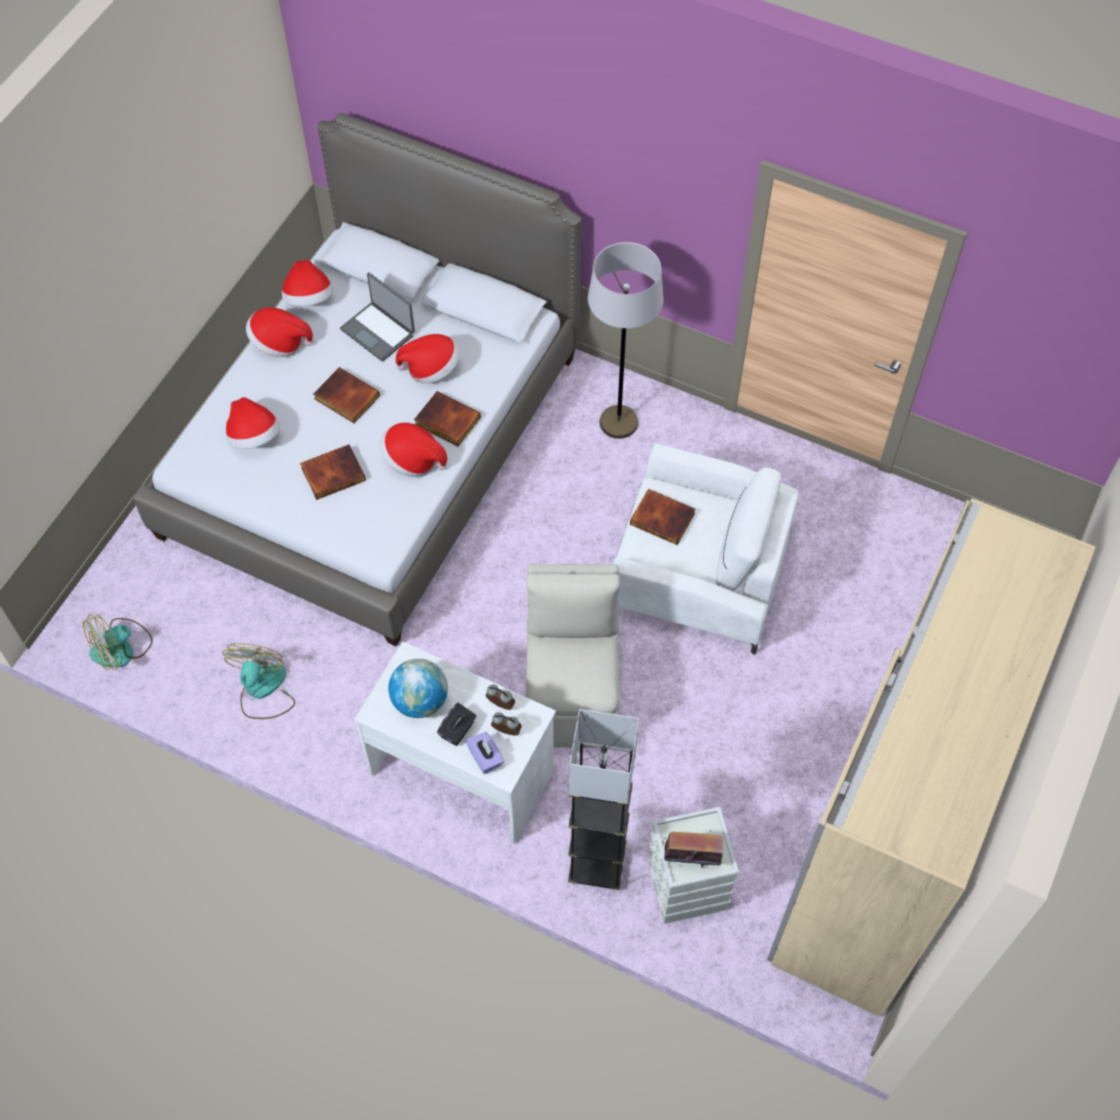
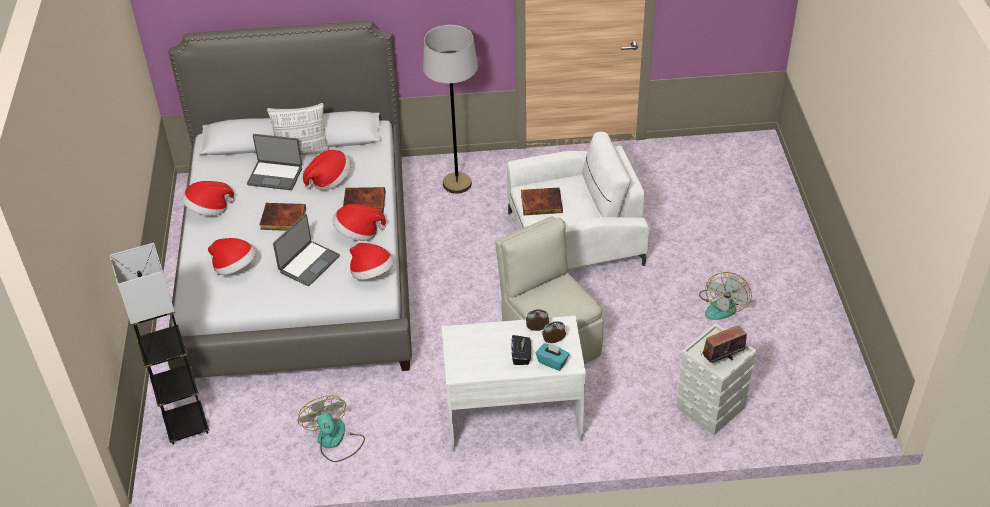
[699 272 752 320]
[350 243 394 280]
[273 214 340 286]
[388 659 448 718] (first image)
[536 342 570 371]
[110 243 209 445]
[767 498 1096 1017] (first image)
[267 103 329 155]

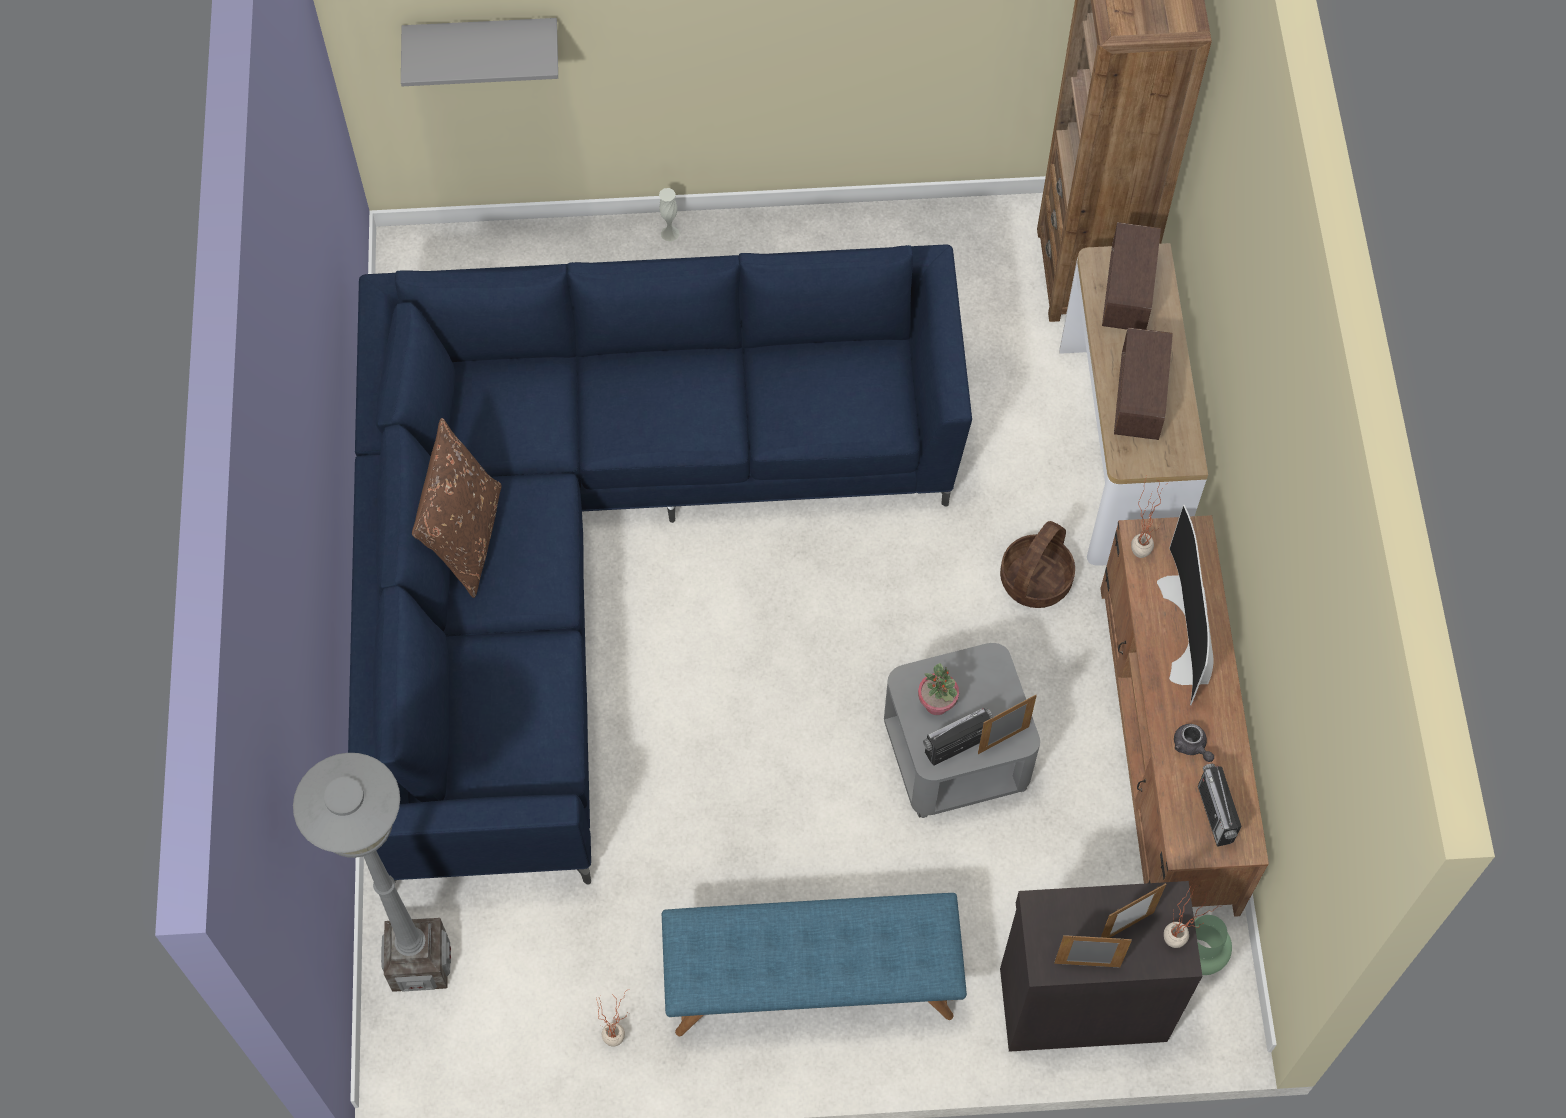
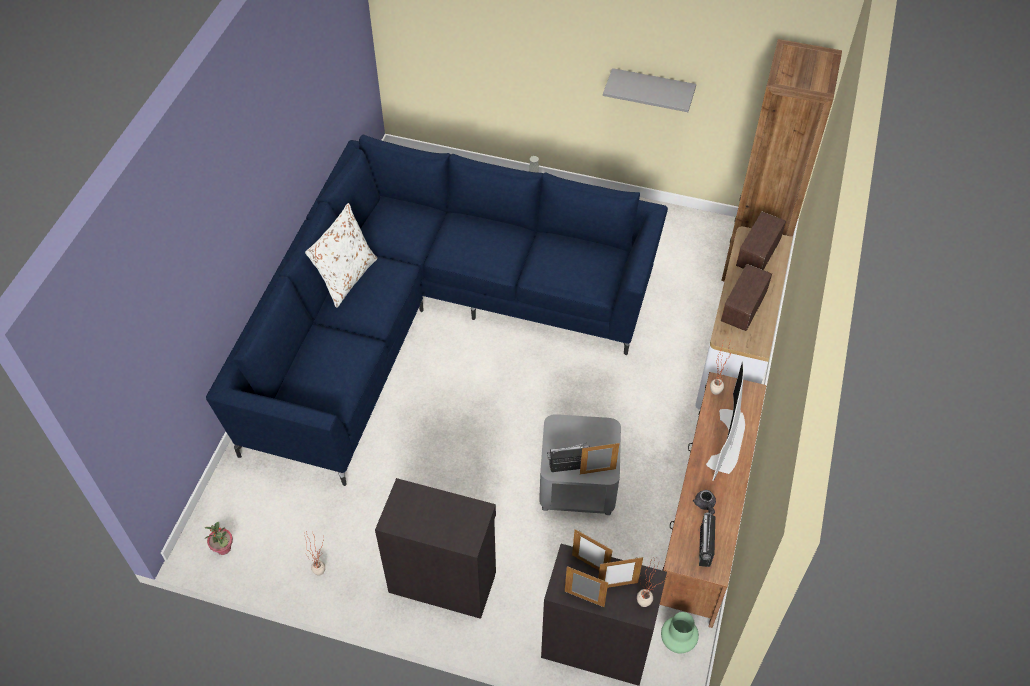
[293 753 451 992] (first image)
[603 68 696 112]
[305 203 377 308]
[375 478 496 619]
[205 522 233 555]
[1000 521 1075 608] (first image)
[572 529 613 570]

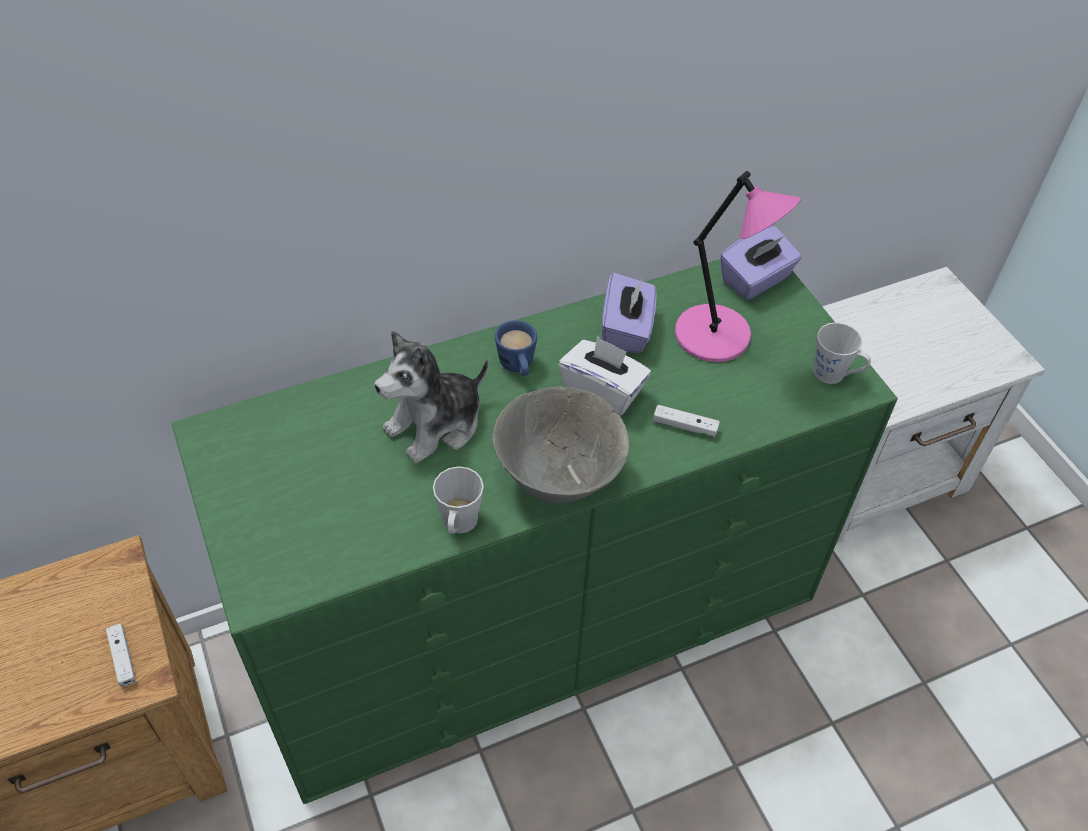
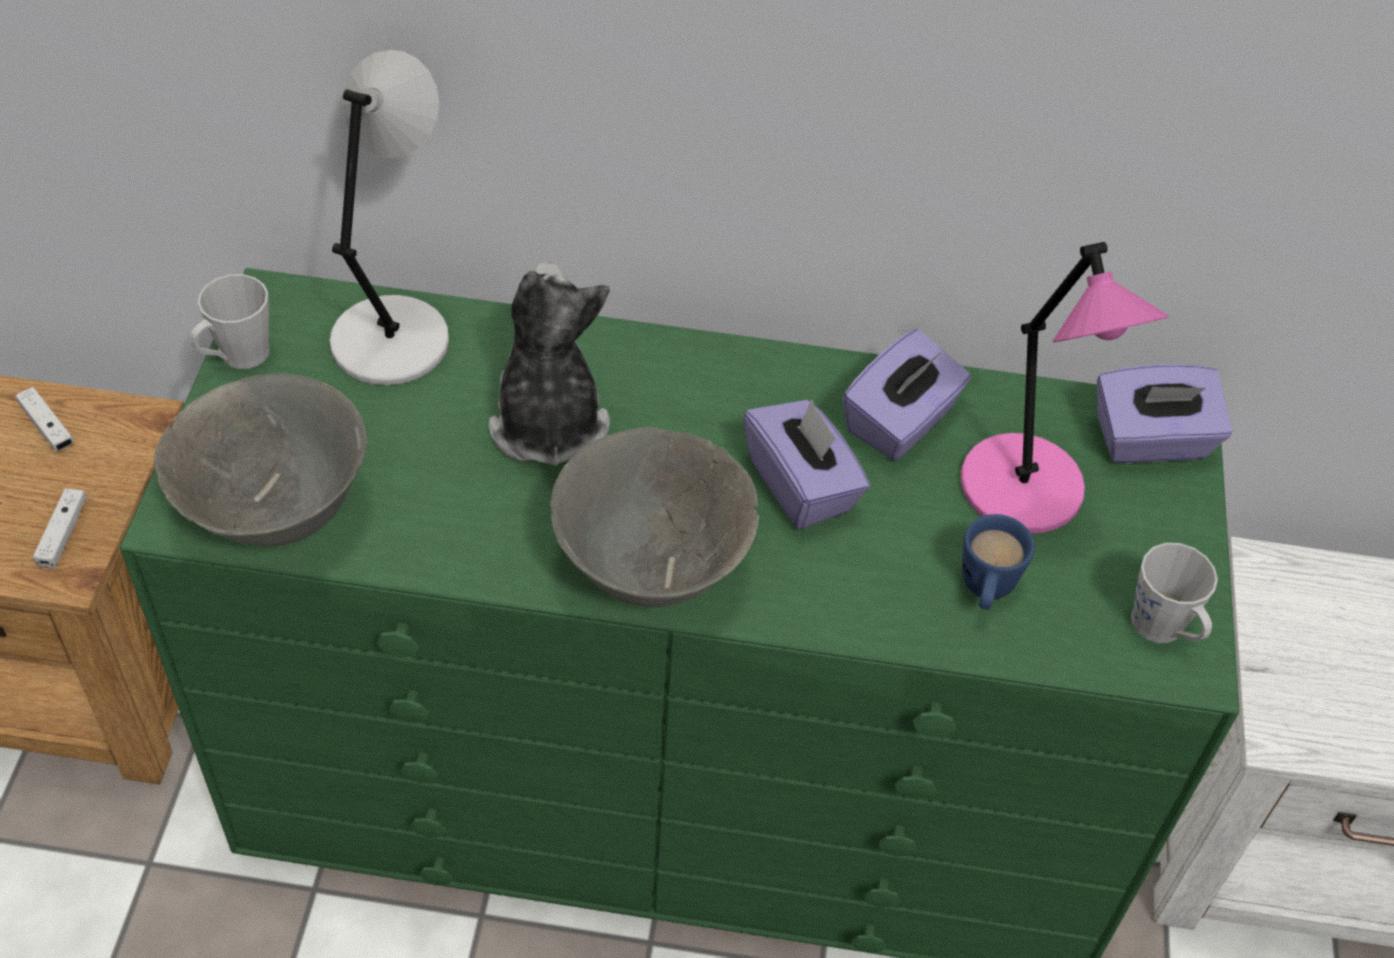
[488 262 610 466]
[190 274 270 369]
[962 514 1035 610]
[744 399 870 530]
[16 387 74 451]
[154 374 367 546]
[329 50 449 385]

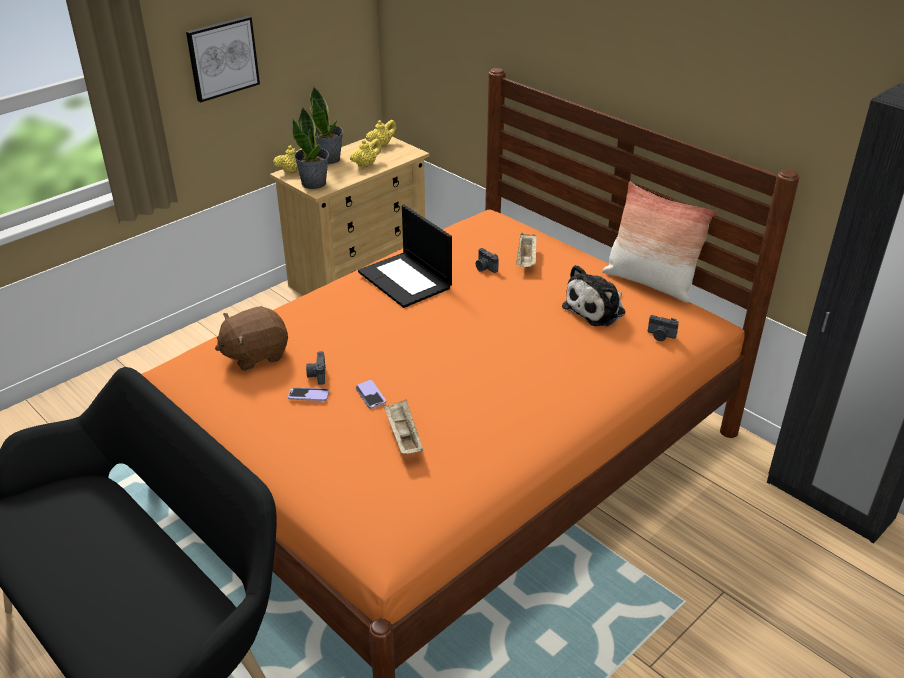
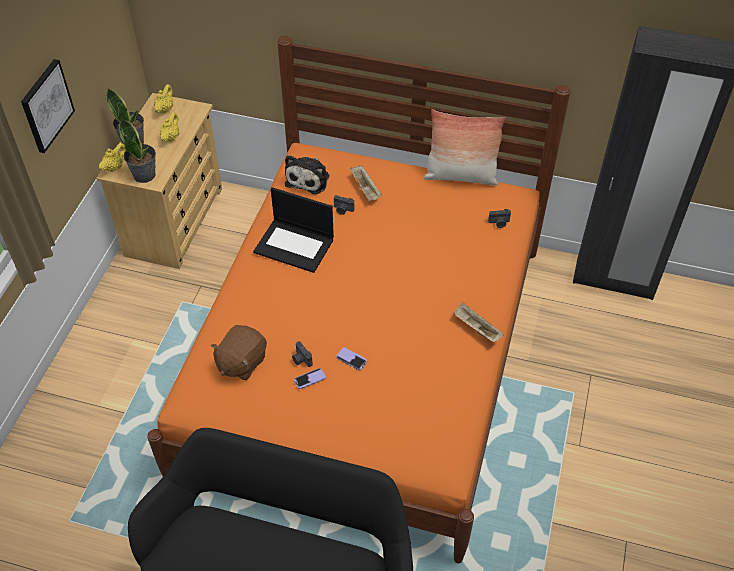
[453 303 504 342]
[285 155 330 194]

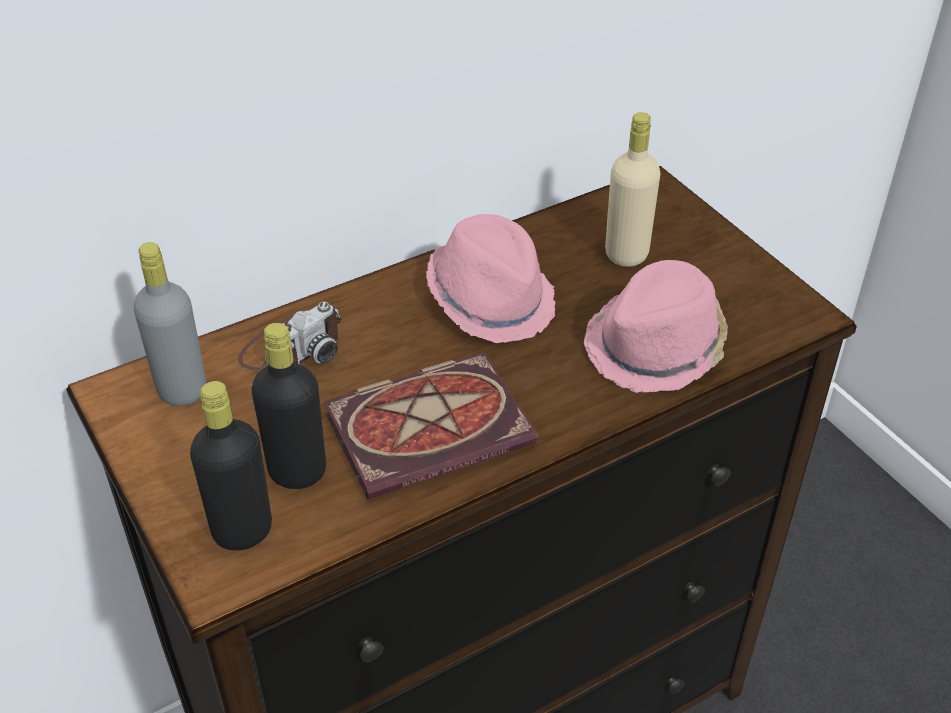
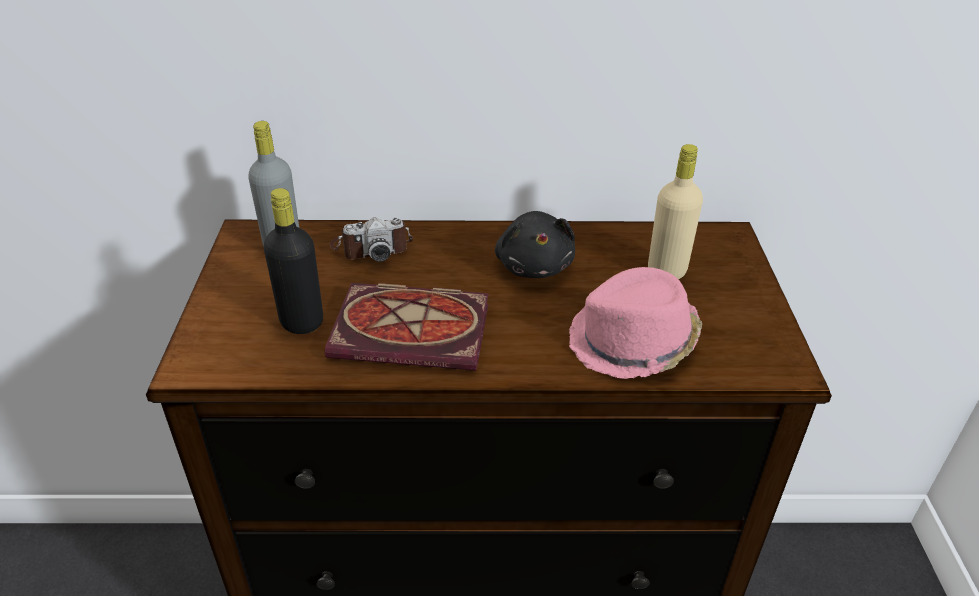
[190 381 272 551] (first image)
[495 211 575 278]

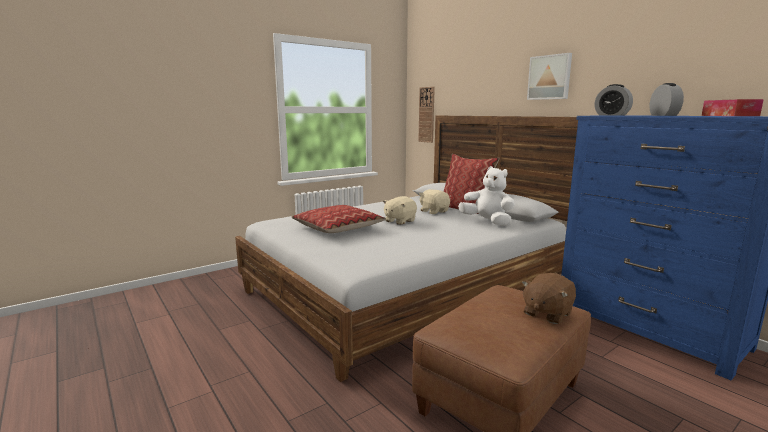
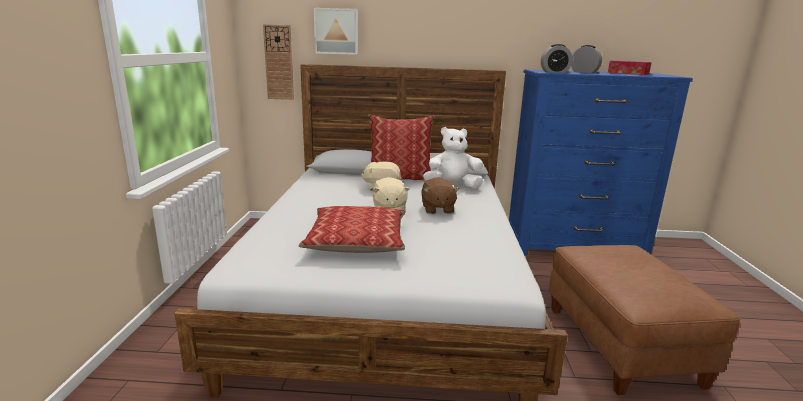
[421 177 459 214]
[314 8 358 55]

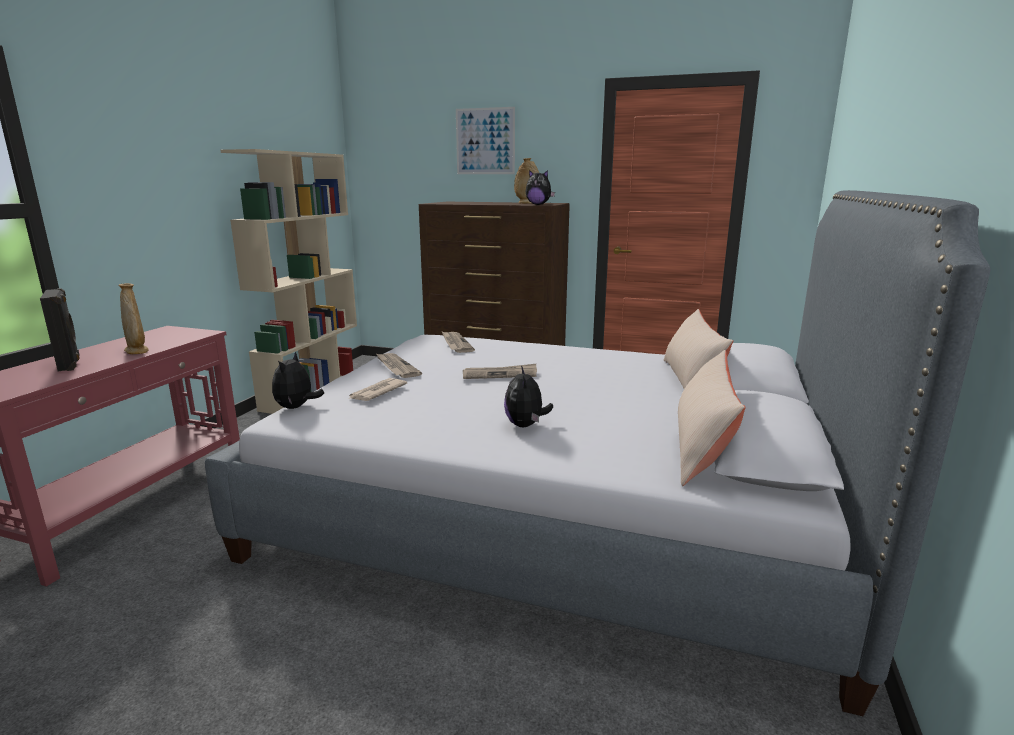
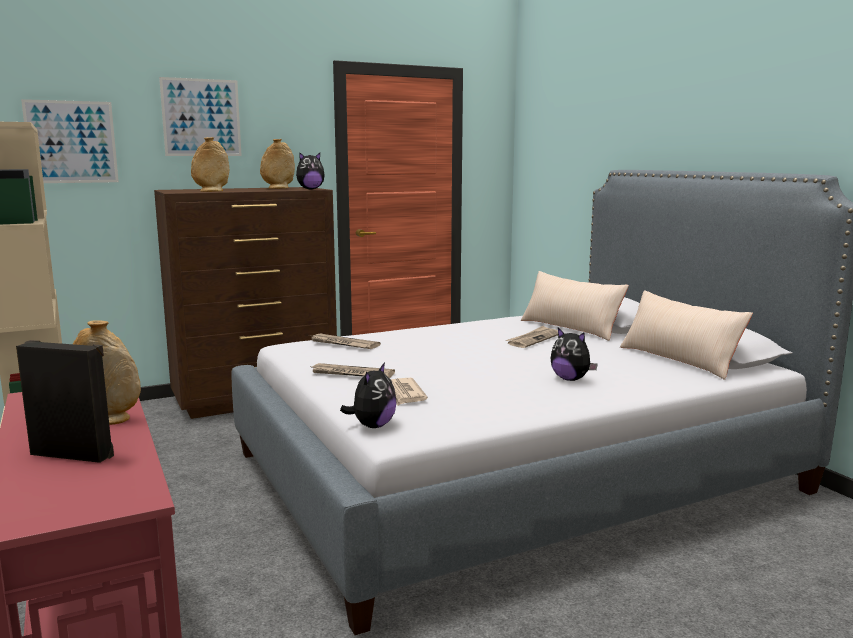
[340 362 396 428]
[506 325 558 348]
[21 99 119 183]
[191 137 229 192]

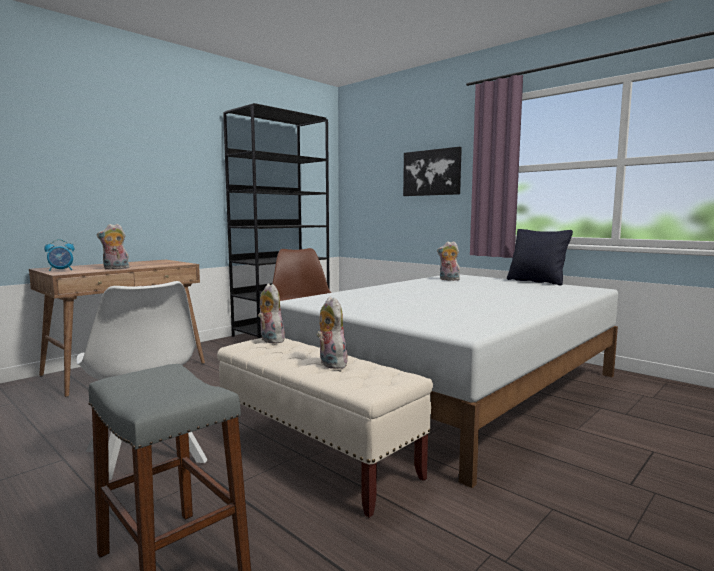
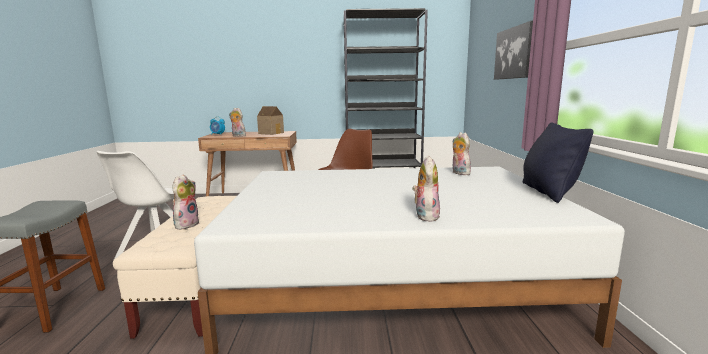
[412 155 440 222]
[257 106 284 135]

